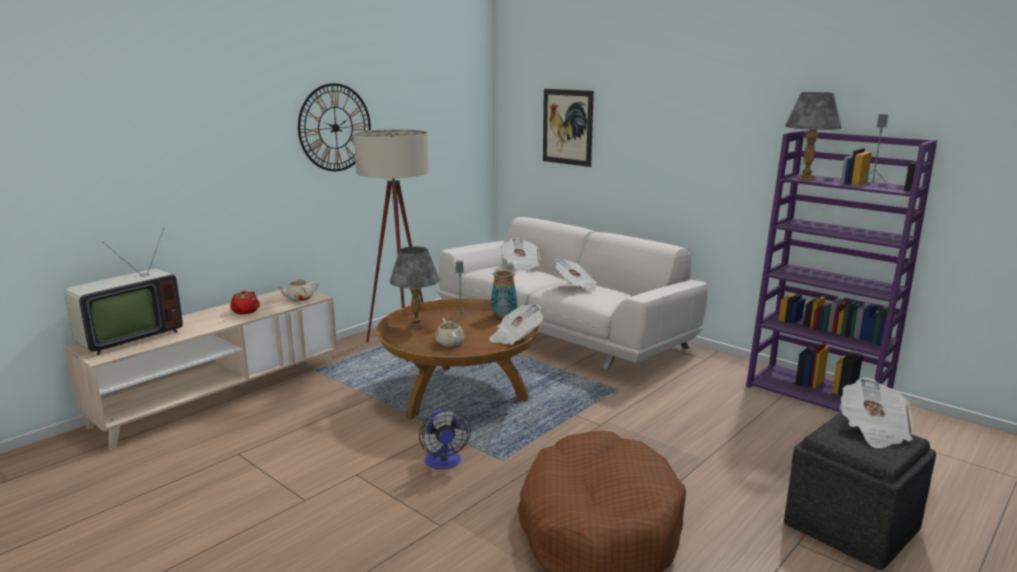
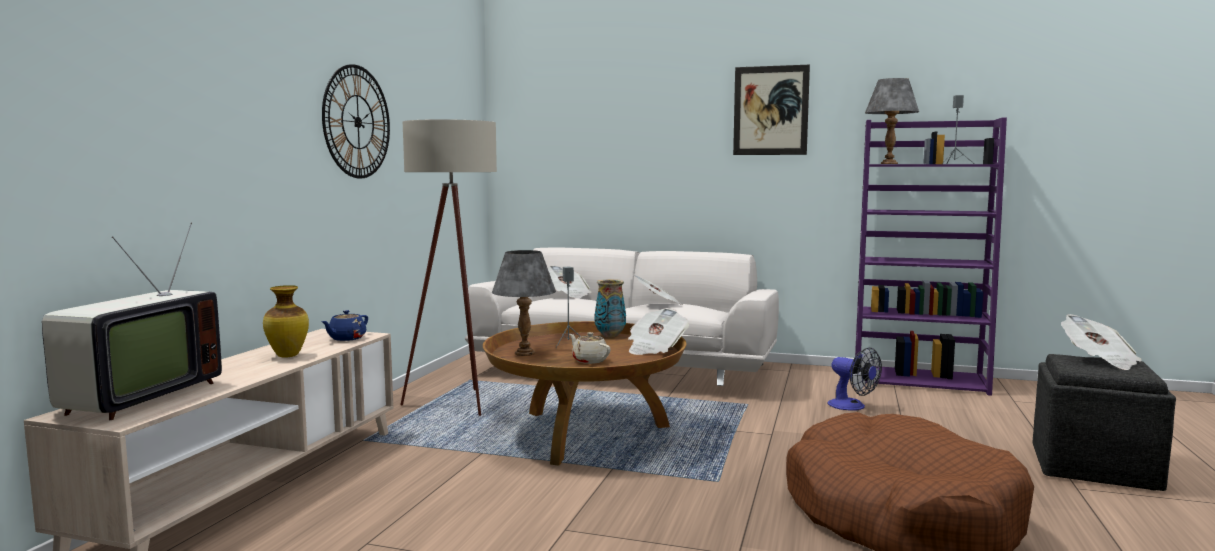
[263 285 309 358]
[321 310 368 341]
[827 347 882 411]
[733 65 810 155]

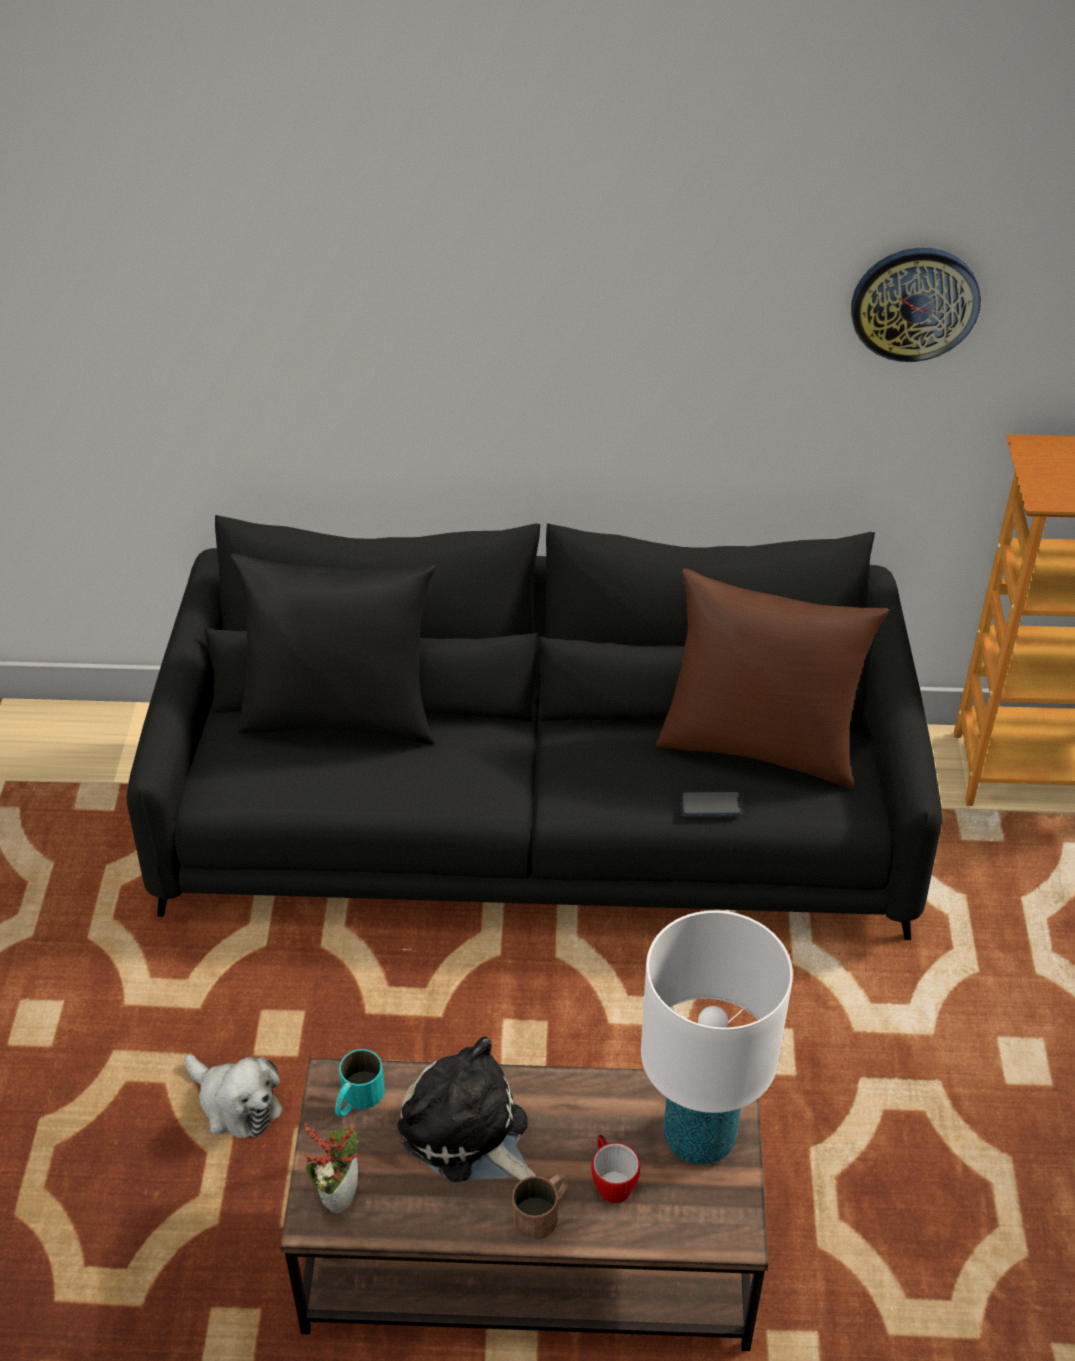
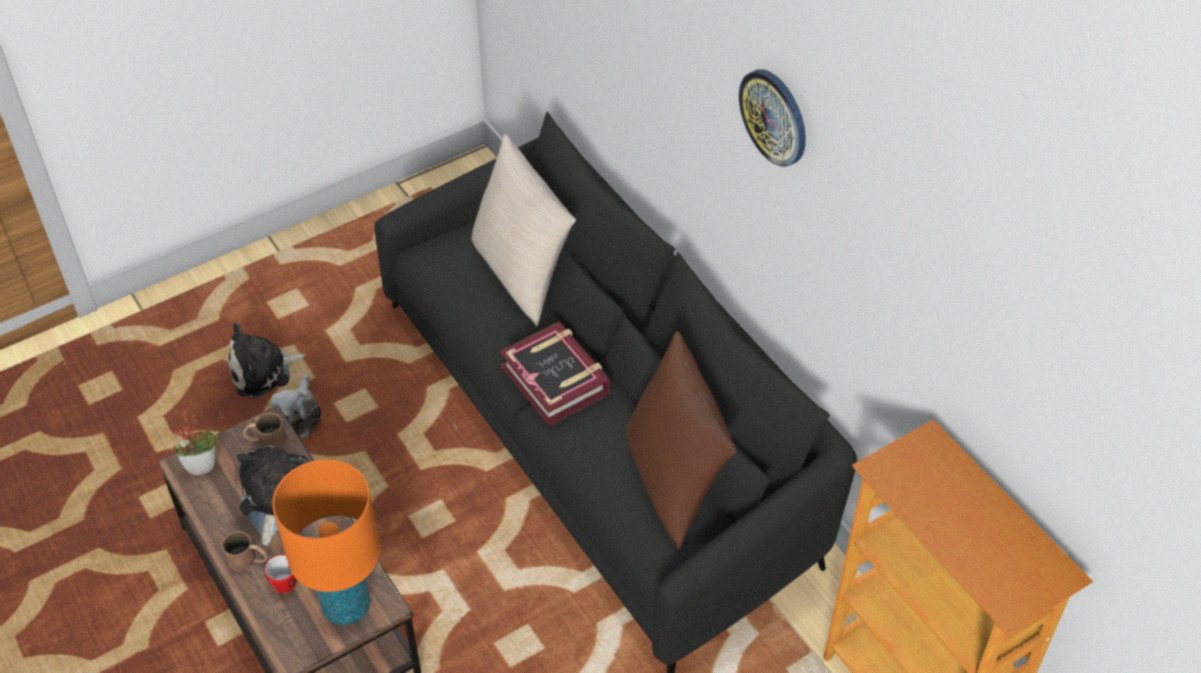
[471 134 576 327]
[243 413 287 448]
[272 459 380 625]
[680 791 742 816] (first image)
[739 69 806 167]
[228 323 306 398]
[499 321 610 426]

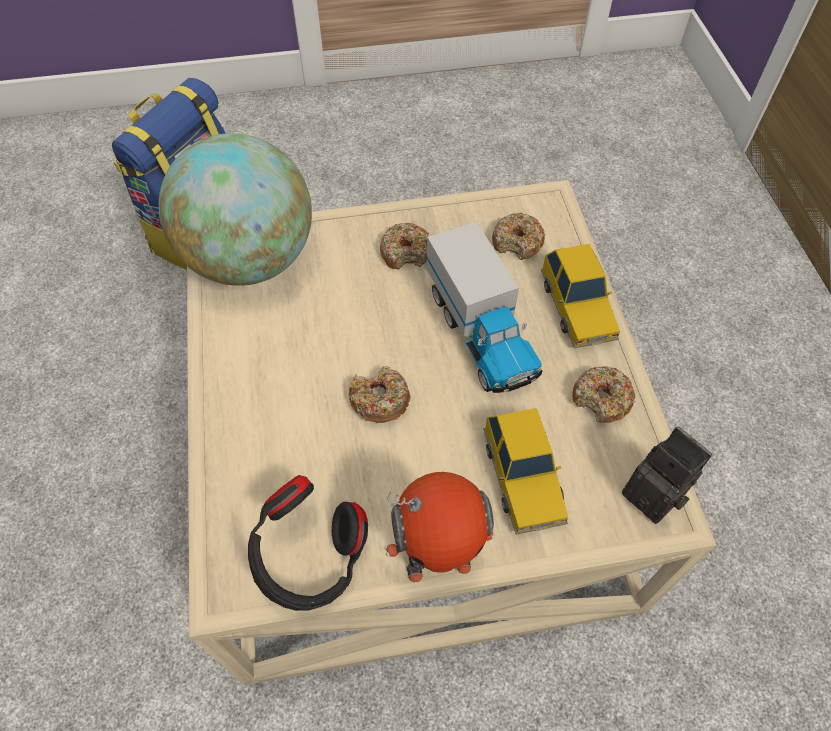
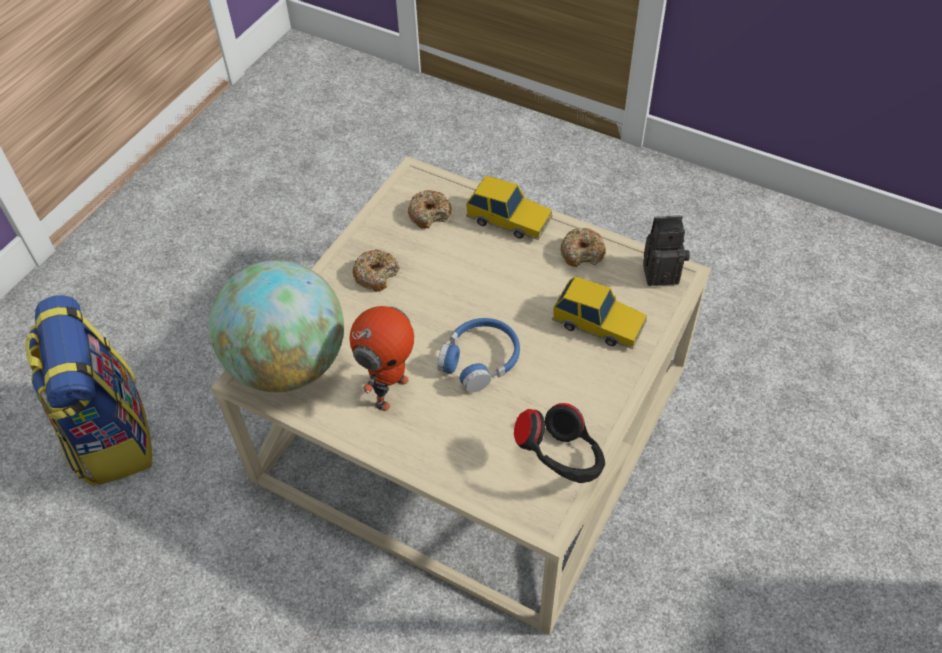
[437 318 520 392]
[350 306 414 411]
[427 222 542 393] (first image)

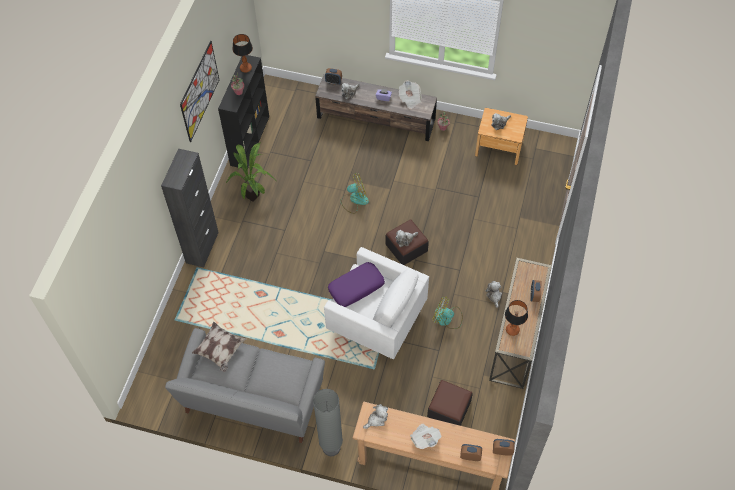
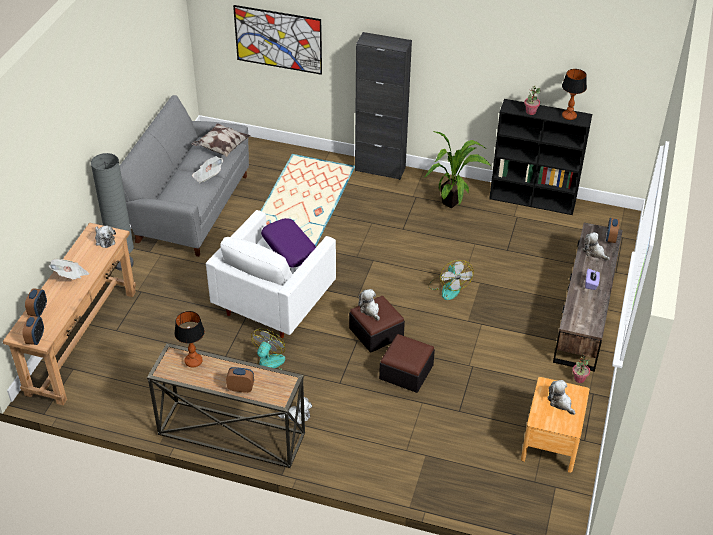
[233 5 322 75]
[192 156 223 183]
[379 334 435 393]

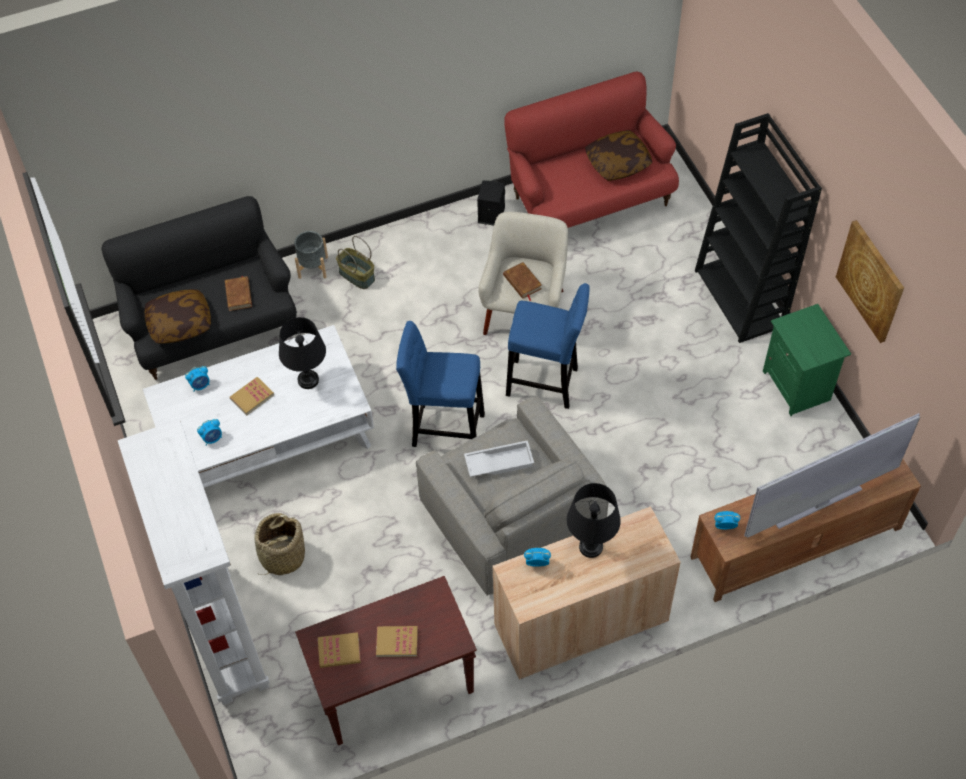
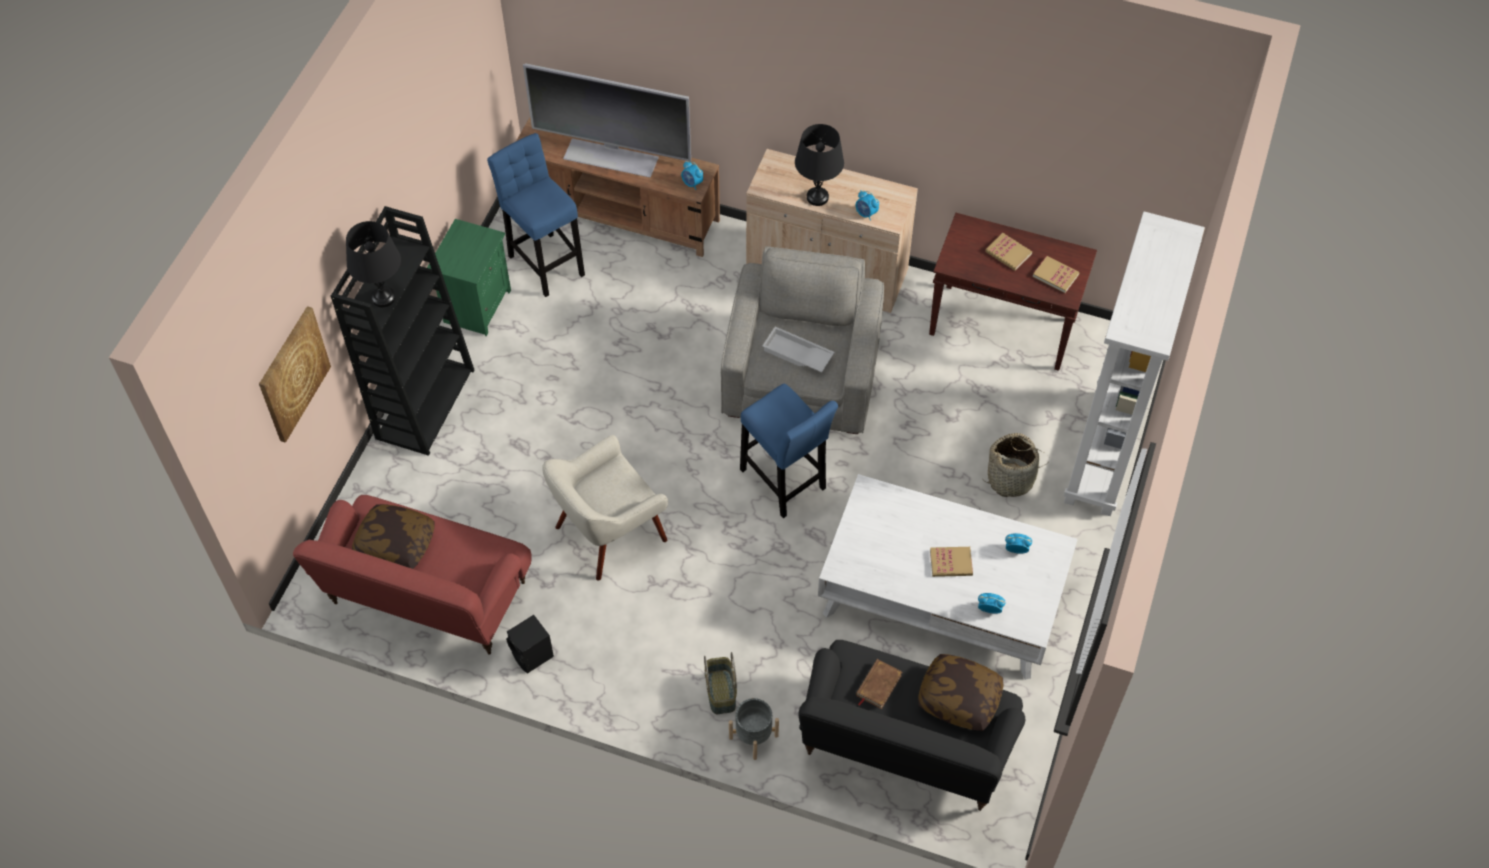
[346 221 401 307]
[503 262 542 301] (first image)
[487 133 585 297]
[259 306 331 443]

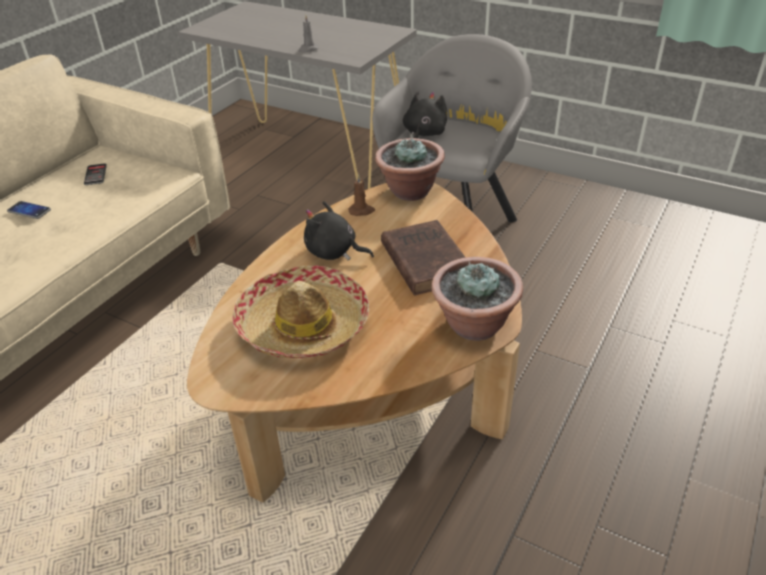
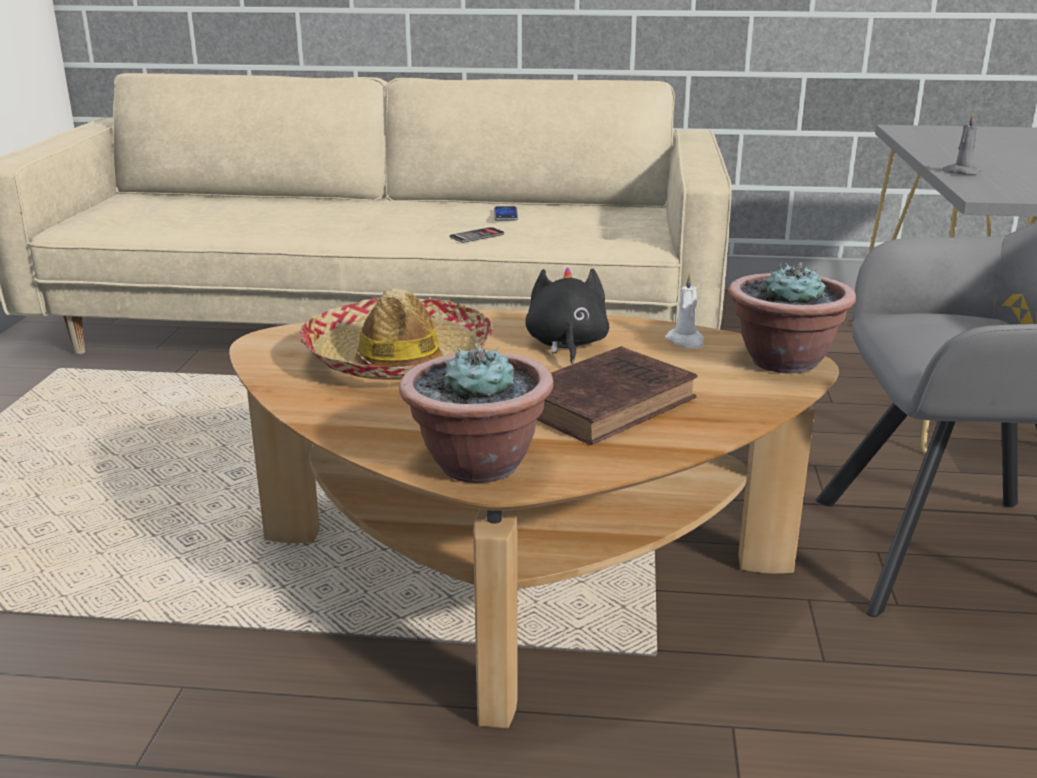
[449 227 504 243]
[665 273 704 349]
[403 92 447 138] (first image)

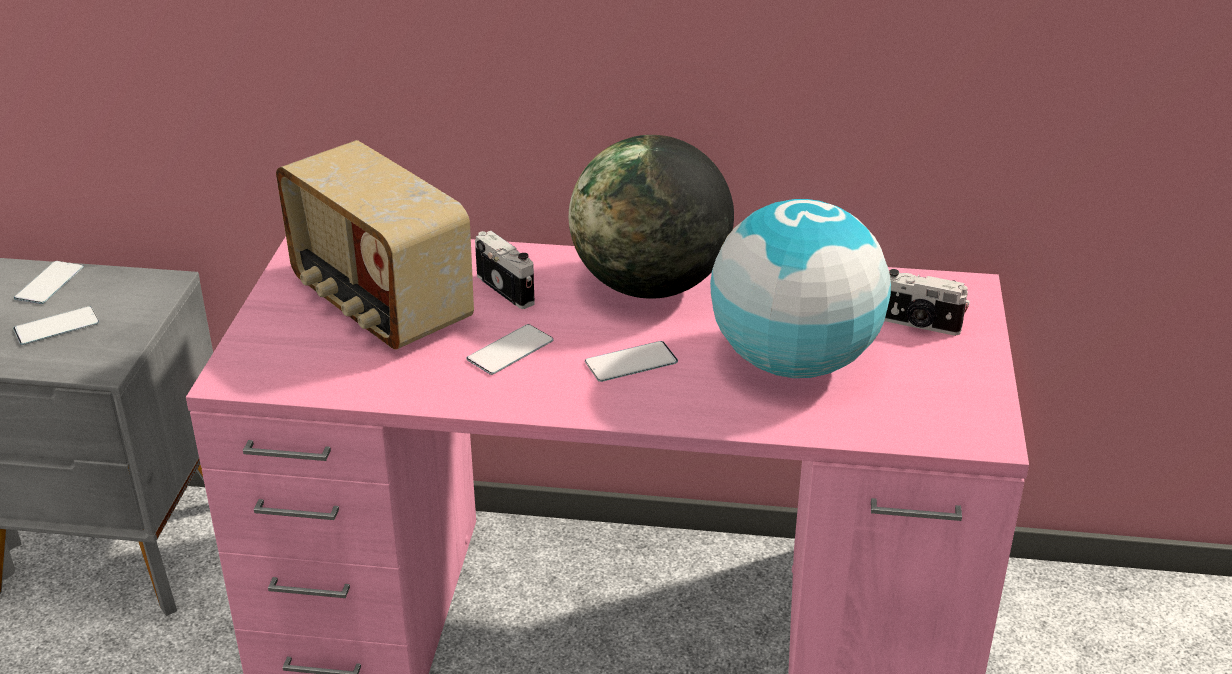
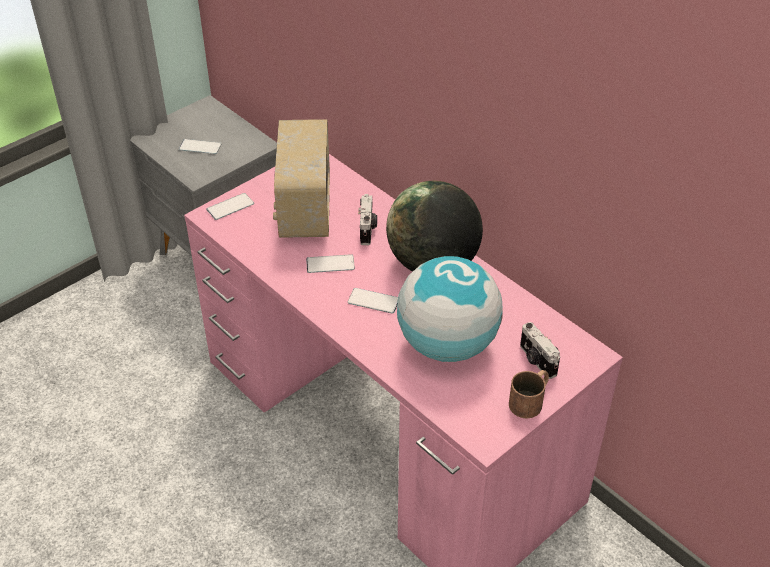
[206 193 254 220]
[509 370 549 419]

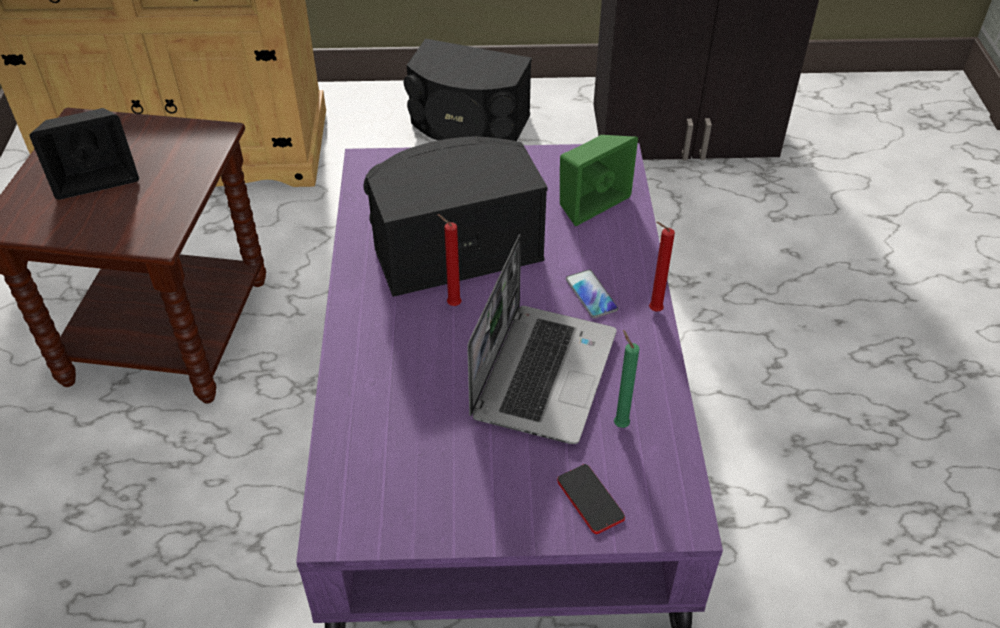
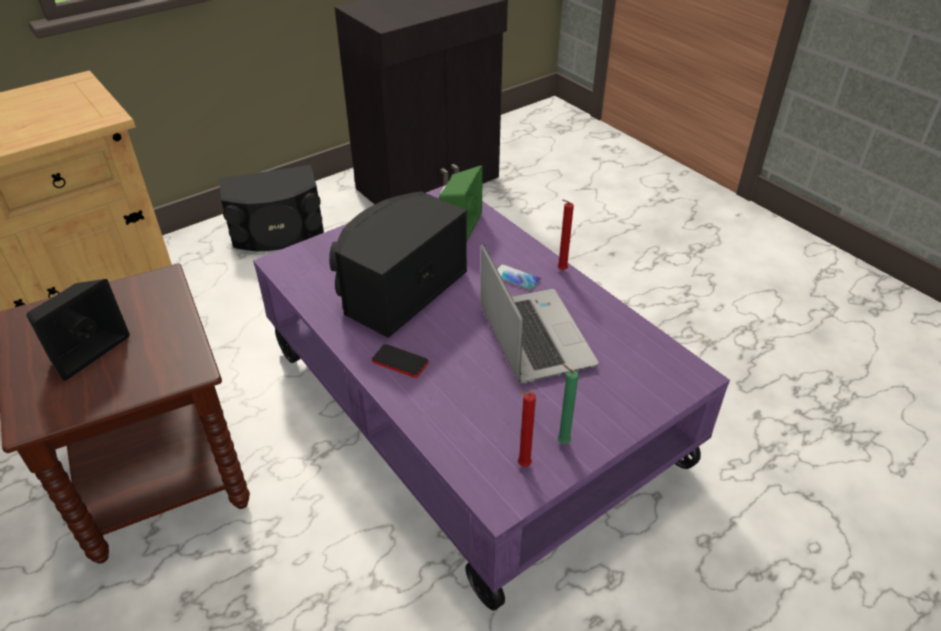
[518 391 536 467]
[372 344 429 378]
[558 363 579 444]

